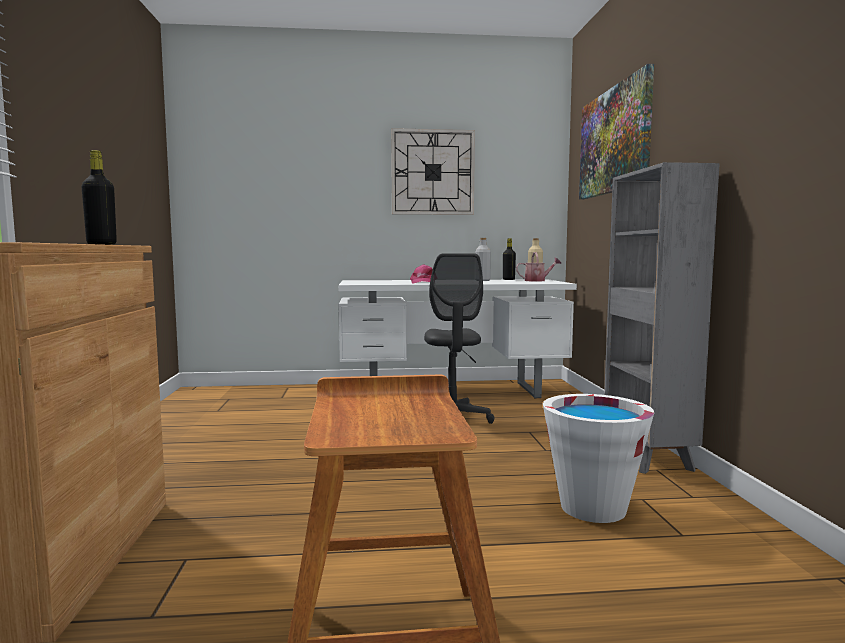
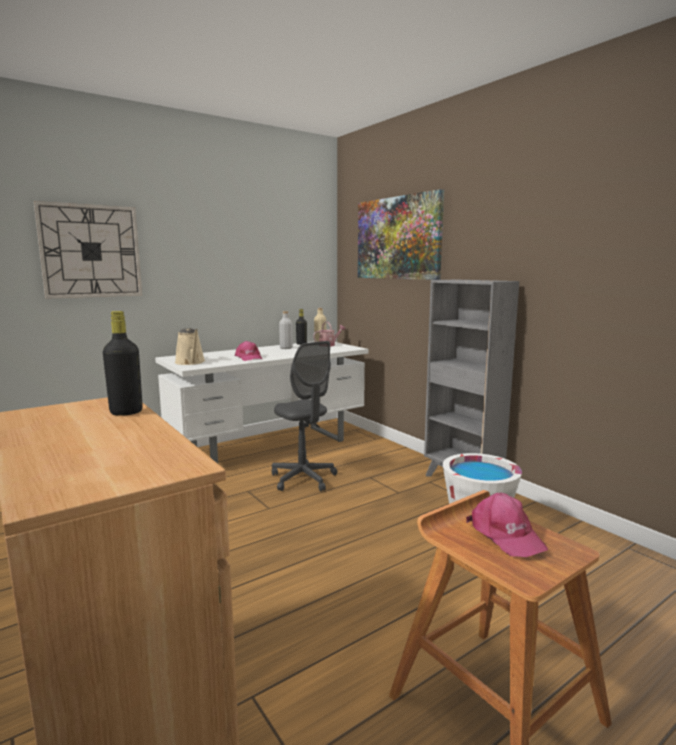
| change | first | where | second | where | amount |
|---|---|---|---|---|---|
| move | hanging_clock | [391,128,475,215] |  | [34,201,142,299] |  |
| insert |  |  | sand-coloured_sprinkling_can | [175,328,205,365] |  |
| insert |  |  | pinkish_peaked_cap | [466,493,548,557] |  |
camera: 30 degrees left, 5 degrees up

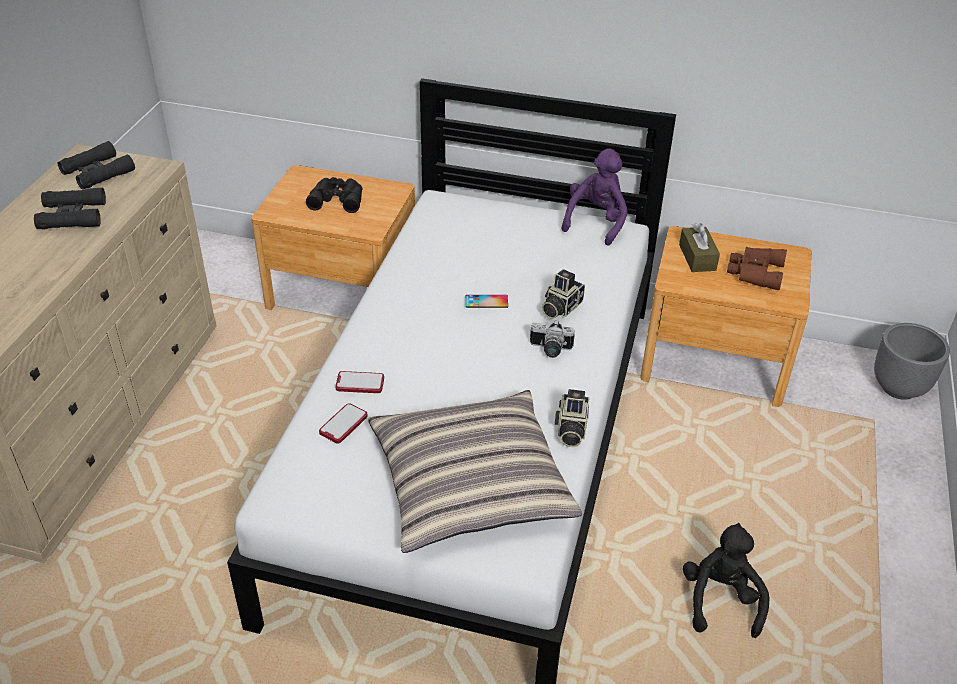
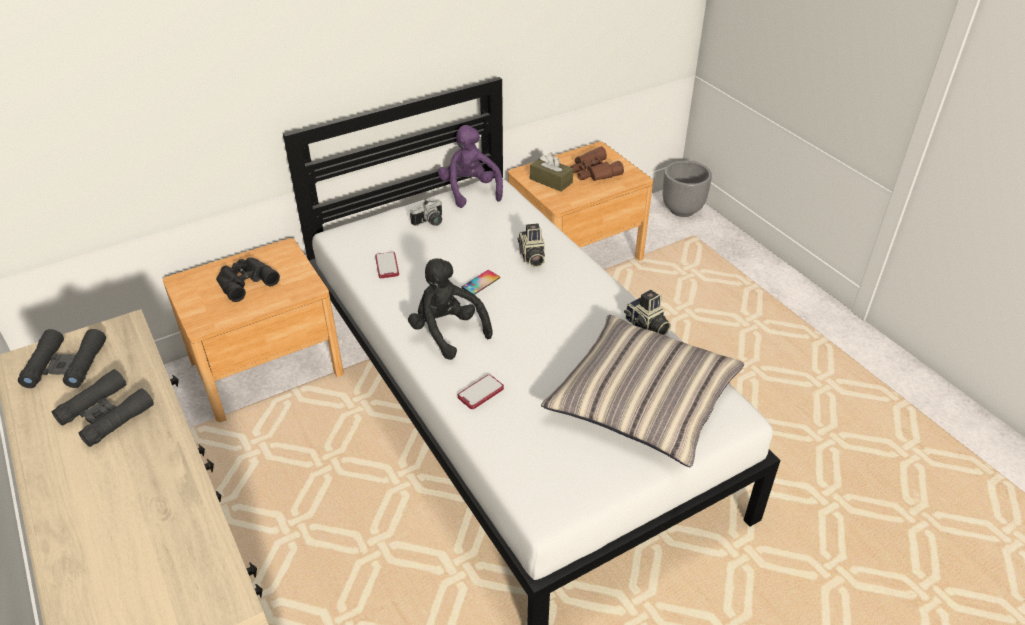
| change | first | where | second | where | amount |
|---|---|---|---|---|---|
| move | still_camera | [530,320,575,358] |  | [410,198,442,226] |  |
| move | phone | [319,403,368,443] |  | [375,252,399,278] |  |
| move | black_soft_toy | [683,523,769,638] |  | [408,258,493,360] |  |
camera: 45 degrees left, 0 degrees up

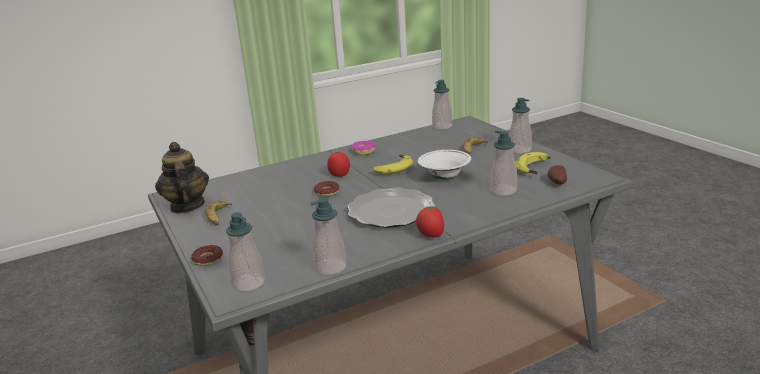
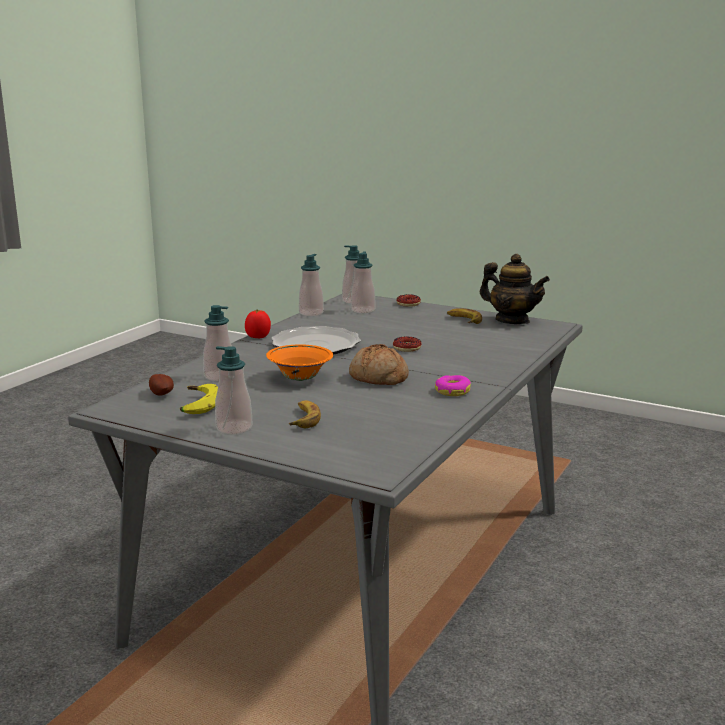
| change | first | where | second | where | amount |
|---|---|---|---|---|---|
| move | soap_dispenser | [432,80,453,130] |  | [351,251,375,313] |  |
| recolor | whitish_deep_dish | [418,150,471,180] | orange_deep_dish | [266,344,333,381] |  |
| delete | whole_tomato | [327,152,350,177] |  |  |  |
| replace | whole_banana | [372,154,413,175] | baked_bread | [349,344,409,385] |  |
camera: 145 degrees right, 5 degrees down

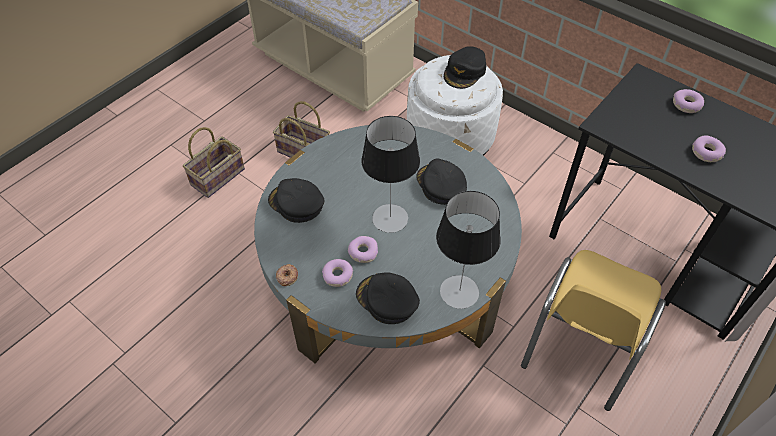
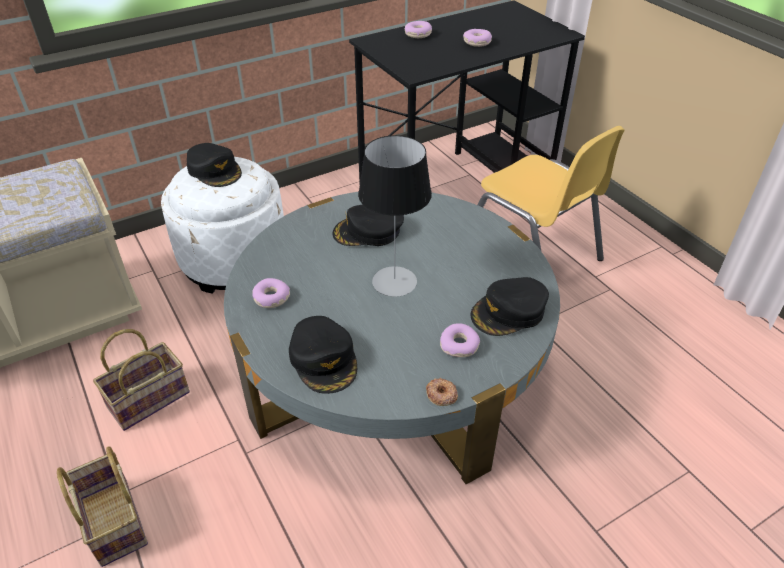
| change | first | where | second | where | amount |
|---|---|---|---|---|---|
| rotate | black_peaked_cap | [268,178,324,223] |  | [289,316,357,394] | 75 degrees counterclockwise |
| delete | table_lamp | [436,191,501,309] |  |  |  |
| move | donut | [348,236,378,263] |  | [253,278,290,308] |  |
camera: 70 degrees left, 10 degrees down

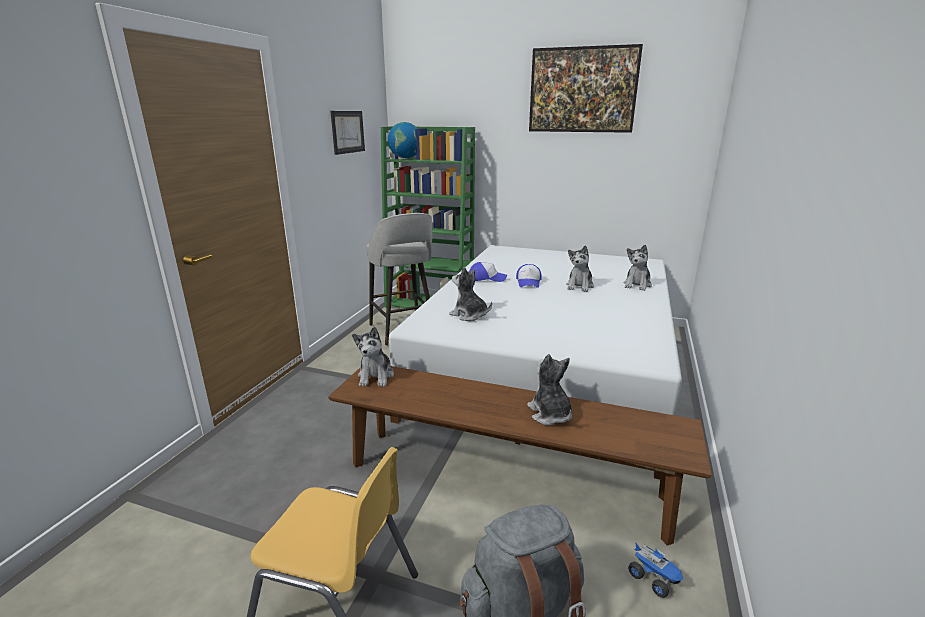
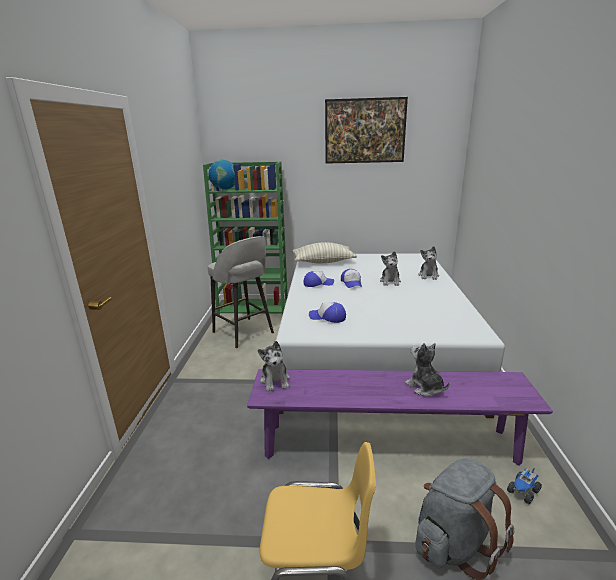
| change | first | where | second | where | amount |
|---|---|---|---|---|---|
| delete | picture | [330,111,365,155] |  |  |  |
| replace | soft_toy | [449,267,492,321] | peaked_cap | [309,302,346,323] |  |
| recolor | brown-coloured_bench | [328,366,712,546] | purplish_bench | [247,369,553,466] |  |
| rotate | toy_lorry | [628,542,683,598] |  | [507,467,542,504] | 105 degrees clockwise |
| insert |  |  | throw_pillow | [292,242,357,264] |  |
camera: 15 degrees left, 0 degrees up

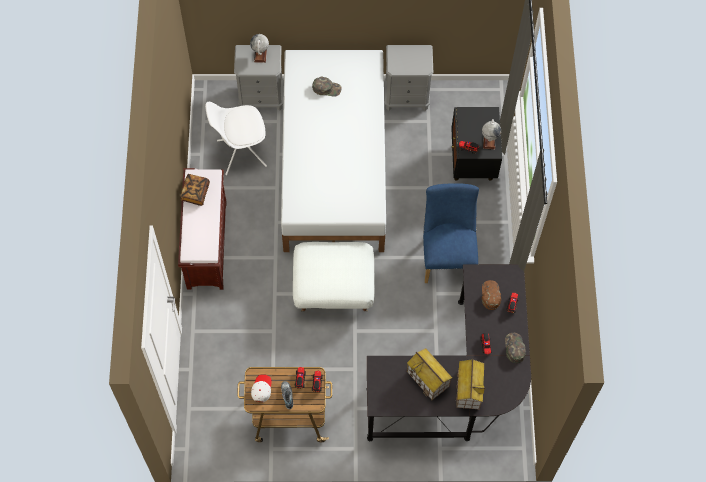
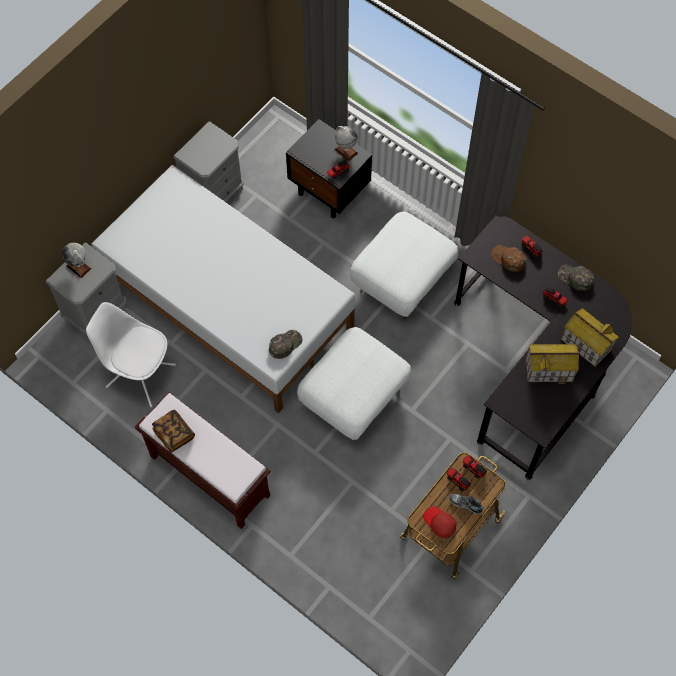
| change | first | where | second | where | amount |
|---|---|---|---|---|---|
| move | green-coloured_peaked_cap | [312,77,342,97] |  | [269,330,303,359] |  |
| rotate | whitish_upright_chair | [205,102,267,176] |  | [86,302,176,407] | 90 degrees clockwise |
| replace | blue-coloured_upright_chair | [423,183,479,283] | whitish_pouffe | [350,211,458,321] |  |
| recolor | whitish_peaked_cap | [251,374,271,402] | reddish_peaked_cap | [423,506,456,538] |  |
camera: 50 degrees left, 0 degrees up

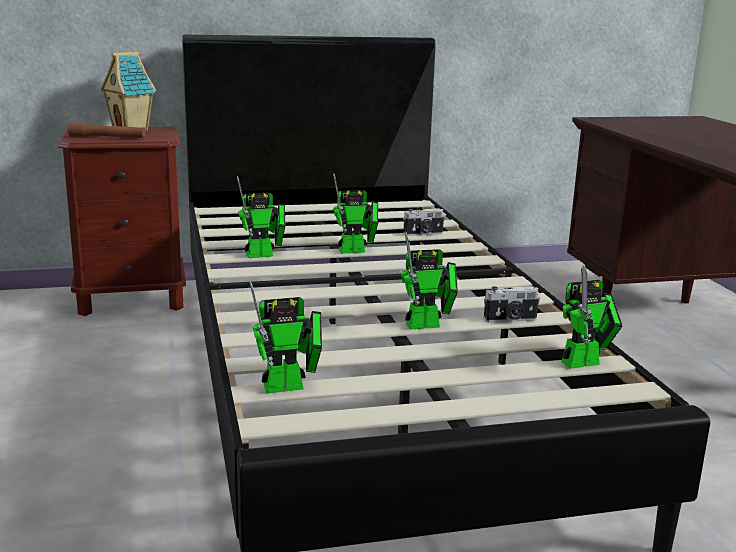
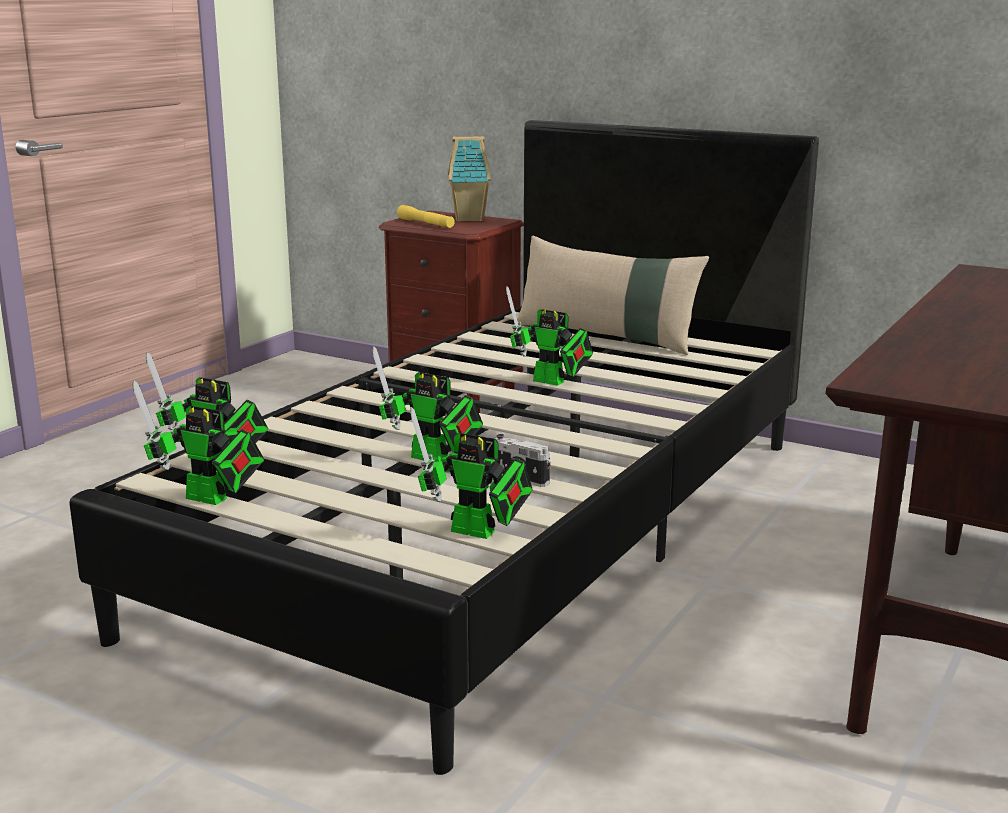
| change | first | where | second | where | amount |
|---|---|---|---|---|---|
| recolor | brown-coloured_hand_torch | [68,123,146,138] | yellow-coloured_hand_torch | [397,205,455,228] |  |
| move | toy_robot | [237,176,285,258] |  | [133,380,264,505] |  |
| delete | still_camera | [403,208,445,236] |  |  |  |
| insert |  |  | sand-coloured_throw_pillow | [517,236,709,355] |  |
camera: 45 degrees right, 0 degrees up

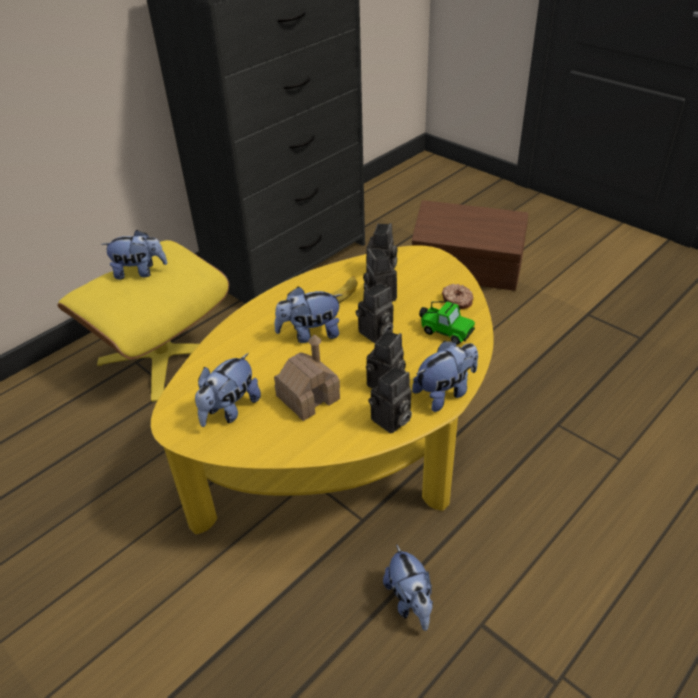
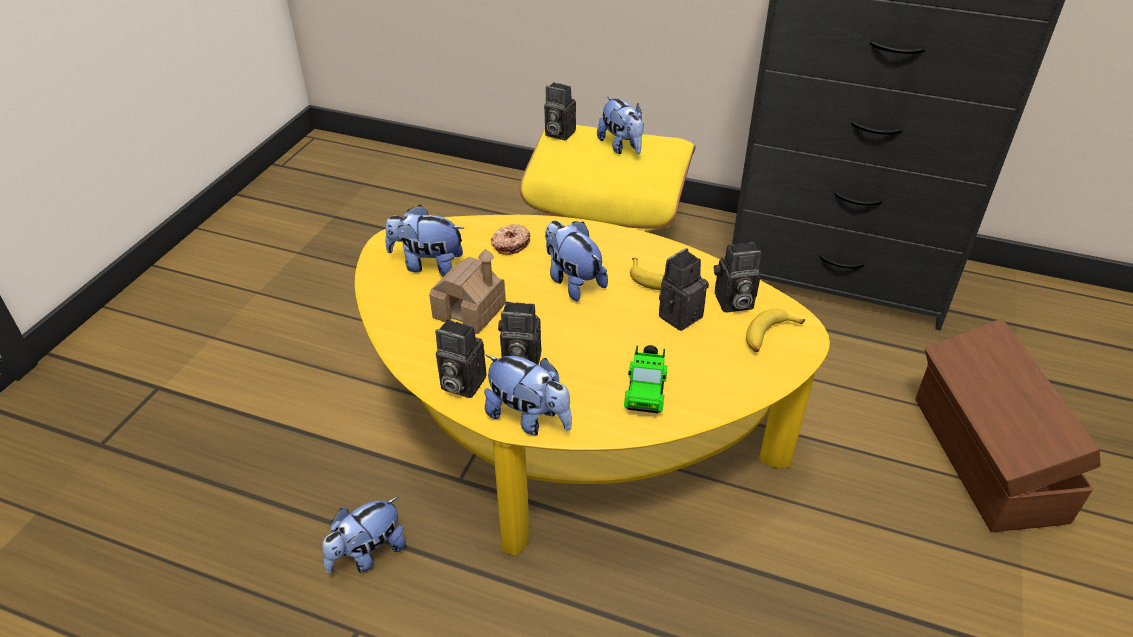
| change | first | where | second | where | amount |
|---|---|---|---|---|---|
| move | still_camera | [356,283,393,343] |  | [544,82,576,140] |  |
| move | donut | [442,284,473,309] |  | [491,224,531,255] |  |
| insert |  |  | whole_banana | [746,308,805,352] |  |
camera: 65 degrees right, 0 degrees up

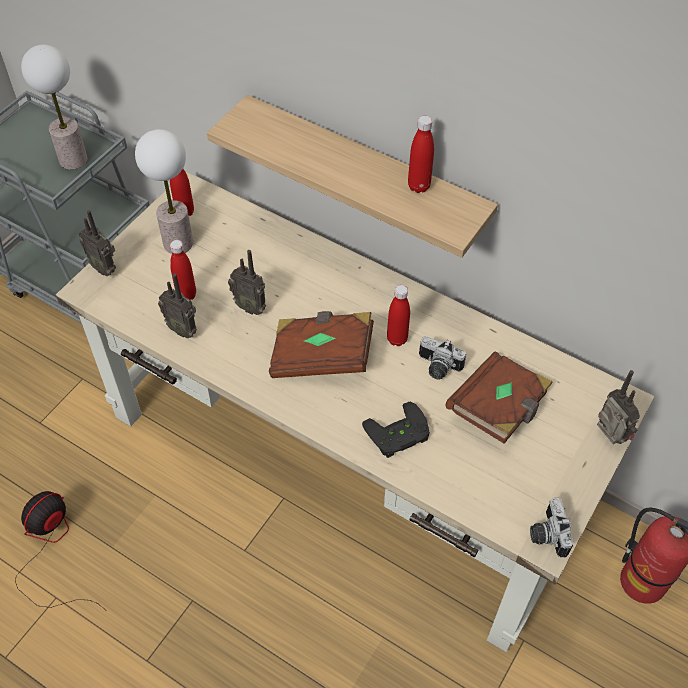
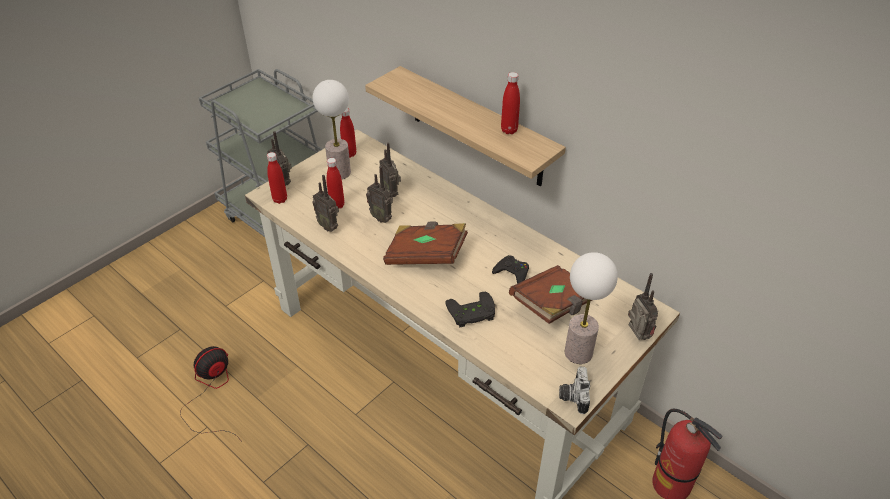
| change | first | where | second | where | amount |
|---|---|---|---|---|---|
| move | table_lamp | [21,45,87,170] |  | [565,252,618,364] |  |
| move | reddish_drink_bottle | [387,285,410,346] |  | [267,152,287,204] |  |
| replace | still_camera | [419,336,466,380] | black_joypad | [492,255,529,284] |  |
| insert |  |  | radio | [380,142,401,198] |  |
camera: 10 degrees right, 10 degrees down

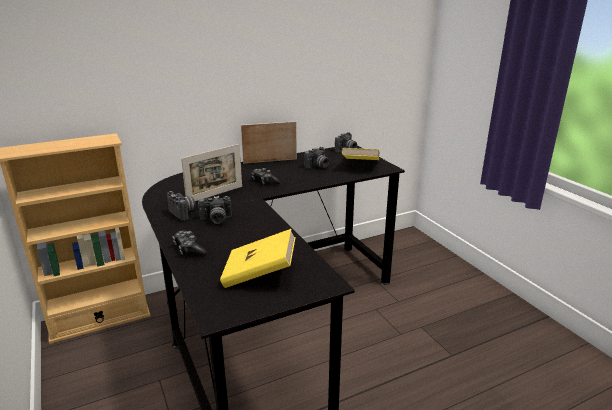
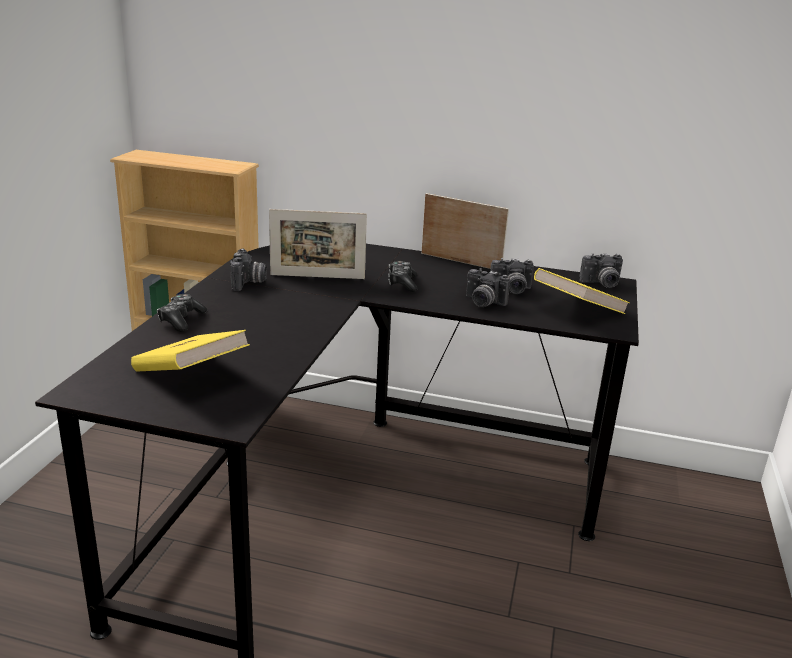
| change | first | where | second | where | amount |
|---|---|---|---|---|---|
| move | still_camera | [198,196,232,224] |  | [466,268,510,307] |  |
camera: 40 degrees right, 0 degrees up

